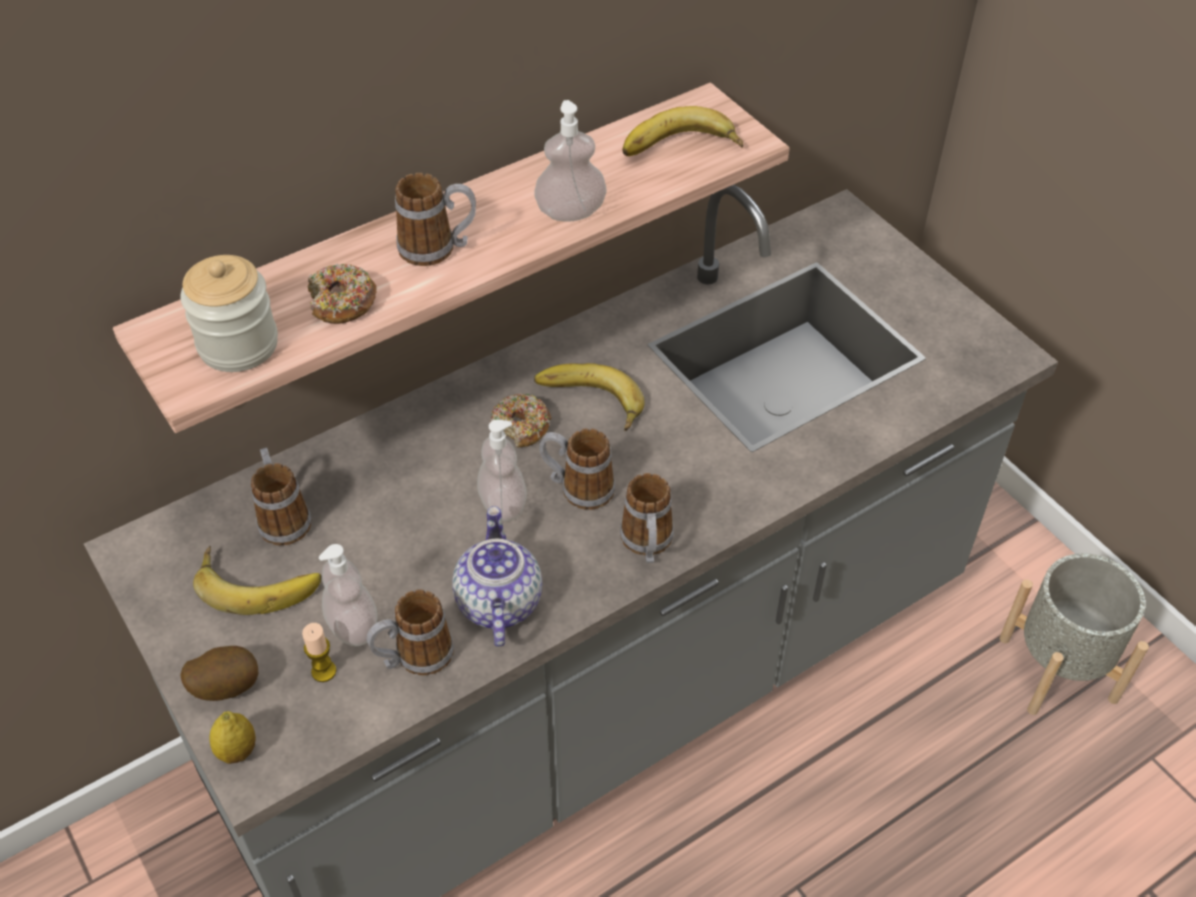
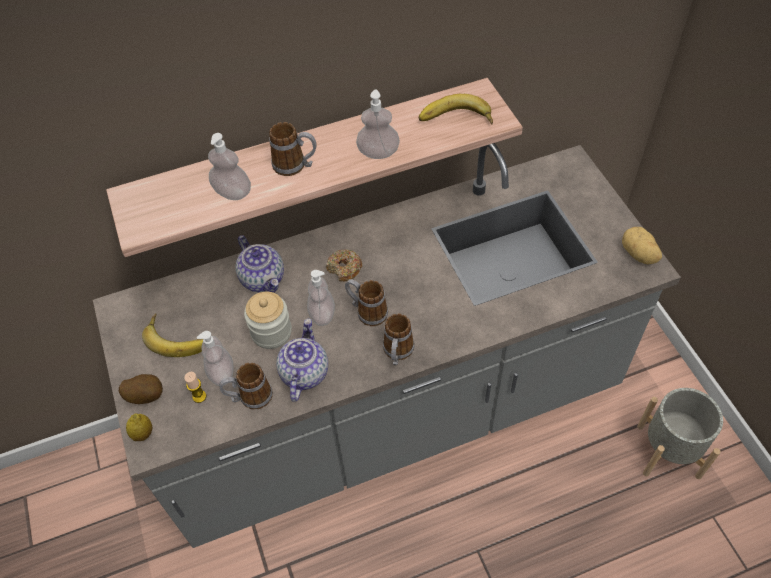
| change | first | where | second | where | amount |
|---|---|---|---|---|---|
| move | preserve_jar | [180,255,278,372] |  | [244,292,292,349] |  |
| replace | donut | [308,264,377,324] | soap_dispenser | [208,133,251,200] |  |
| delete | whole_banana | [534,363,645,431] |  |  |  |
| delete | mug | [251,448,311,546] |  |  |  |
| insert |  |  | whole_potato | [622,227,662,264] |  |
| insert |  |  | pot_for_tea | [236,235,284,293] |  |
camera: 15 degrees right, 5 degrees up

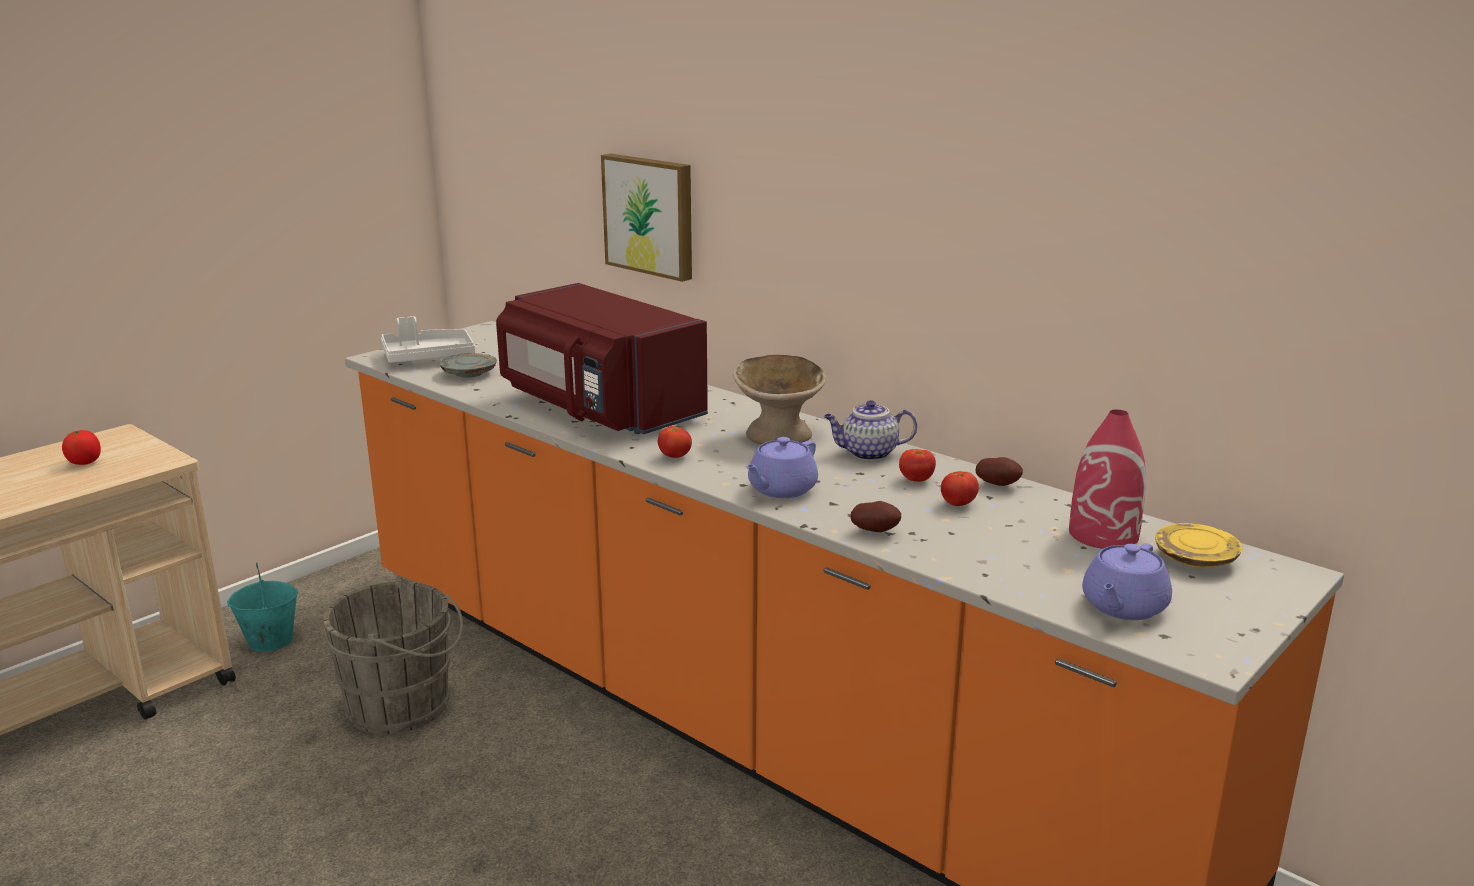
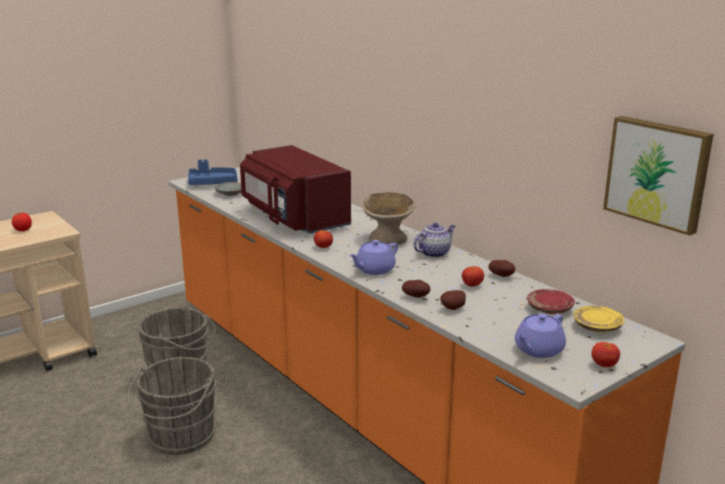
| change | first | where | second | where | amount |
|---|---|---|---|---|---|
| move | picture | [601,154,692,282] |  | [603,116,714,236] |  |
| recolor | whitish_carrying_tray | [381,316,475,363] | blue-coloured_carrying_tray | [188,159,238,185] |  |
| rotate | pot_for_tea | [824,400,917,461] |  | [413,223,455,258] | 135 degrees clockwise |
| replace | reddish_flower_vase | [1069,410,1146,549] | reddish_plate | [527,289,575,314] |  |
| move | whole_tomato | [899,449,936,482] |  | [592,342,620,367] |  |
| delete | blue-green_water_bucket | [227,563,298,652] |  |  |  |
| insert |  |  | whole_potato | [440,290,466,310] |  |
| insert |  |  | greyish_water_bucket | [127,357,217,455] |  |
camera: 10 degrees right, 0 degrees up

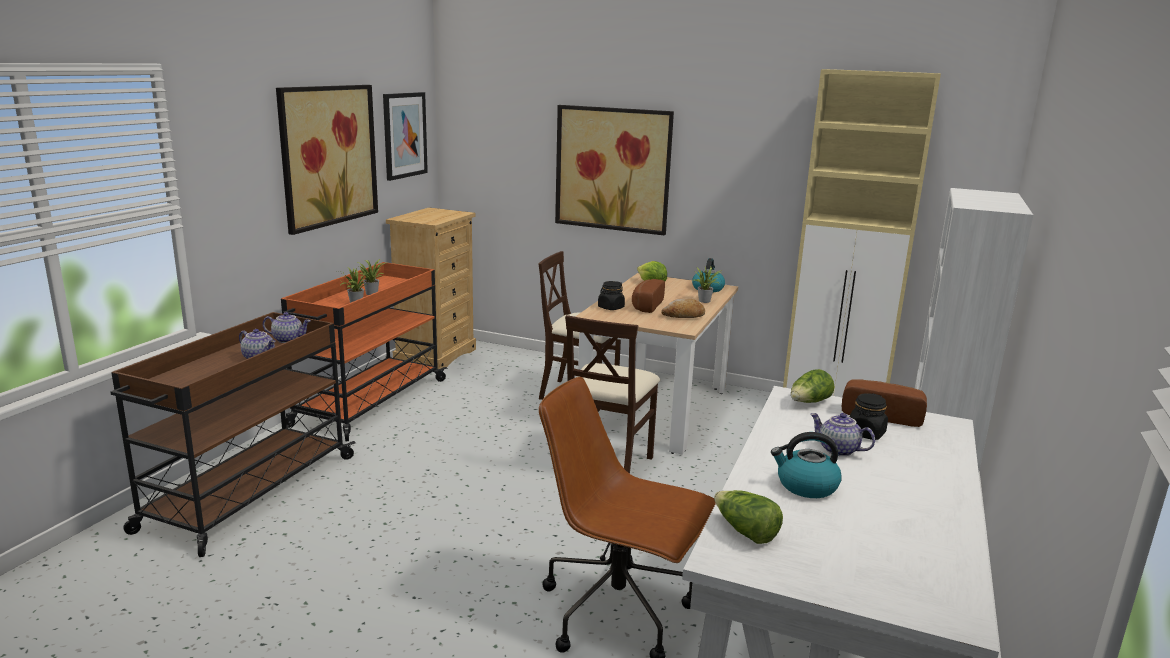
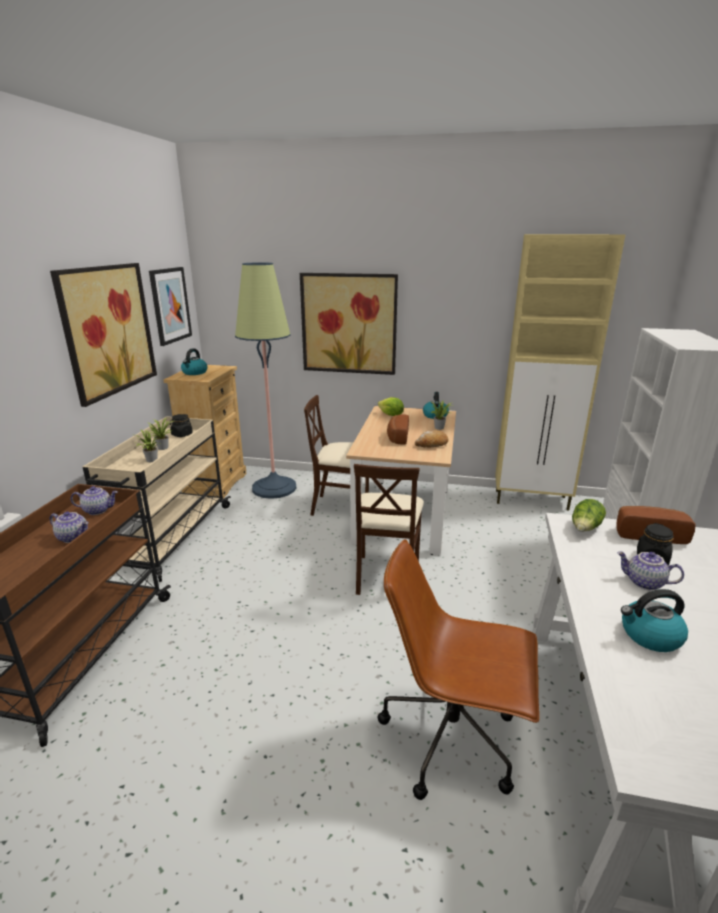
| change | first | where | second | where | amount |
|---|---|---|---|---|---|
| recolor | orange_trolley | [281,262,448,441] | sand-coloured_trolley | [83,416,231,582] |  |
| move | black_preserve_jar | [598,281,625,310] |  | [170,414,193,437] |  |
| delete | lettuce_head | [714,490,783,544] |  |  |  |
| insert |  |  | floor_lamp | [235,262,296,499] |  |
| insert |  |  | water_kettle | [181,349,207,375] |  |
camera: 10 degrees left, 5 degrees up

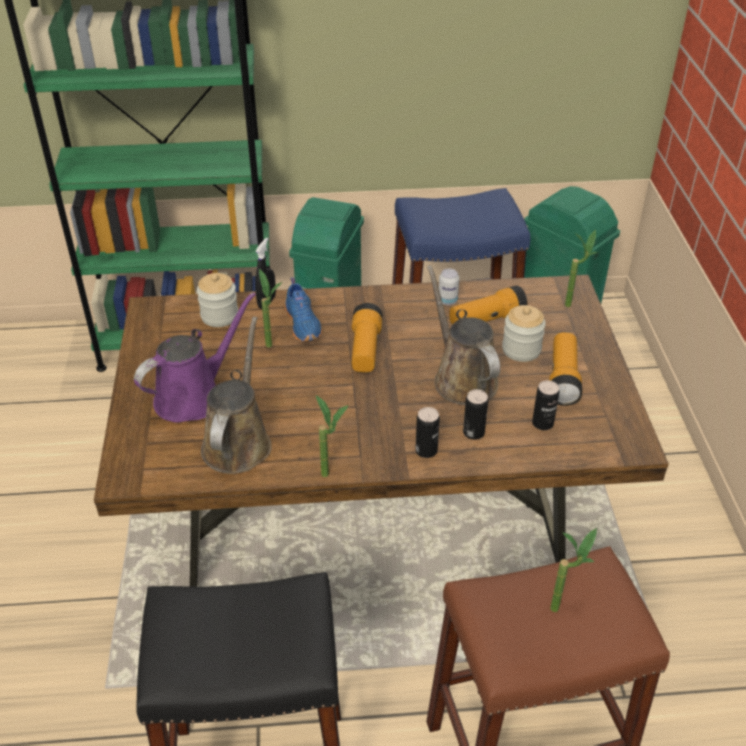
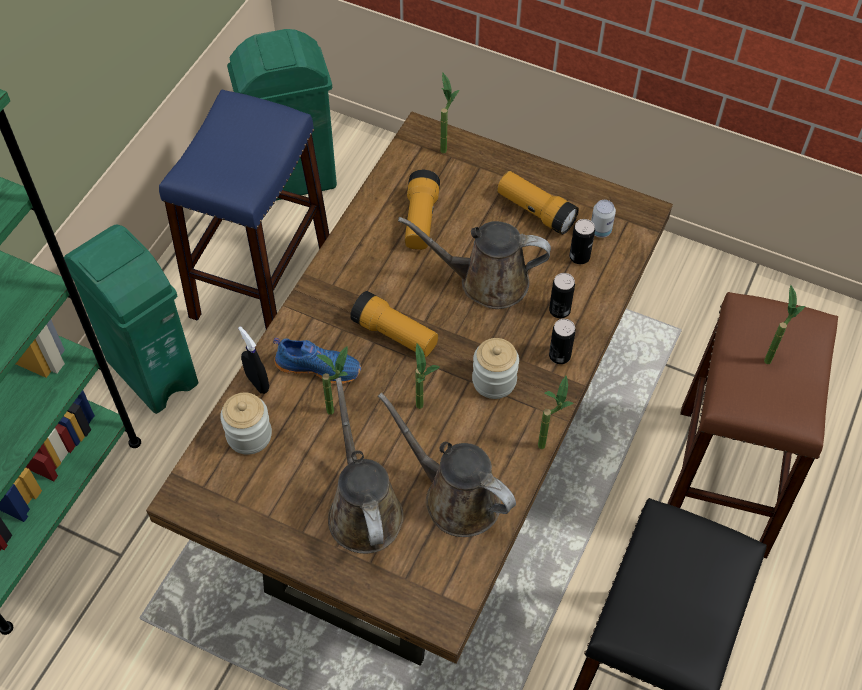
| change | first | where | second | where | amount |
|---|---|---|---|---|---|
| move | metal_can | [439,269,459,305] |  | [591,200,616,238] |  |
| recolor | purplish_sprinkling_can | [134,292,256,423] | brown-coloured_sprinkling_can | [328,378,404,554] |  |
| move | preserve_jar | [502,305,546,362] |  | [472,338,519,399] |  |
| insert |  |  | potted_plant | [415,343,440,409] |  |
camera: 60 degrees left, 15 degrees up

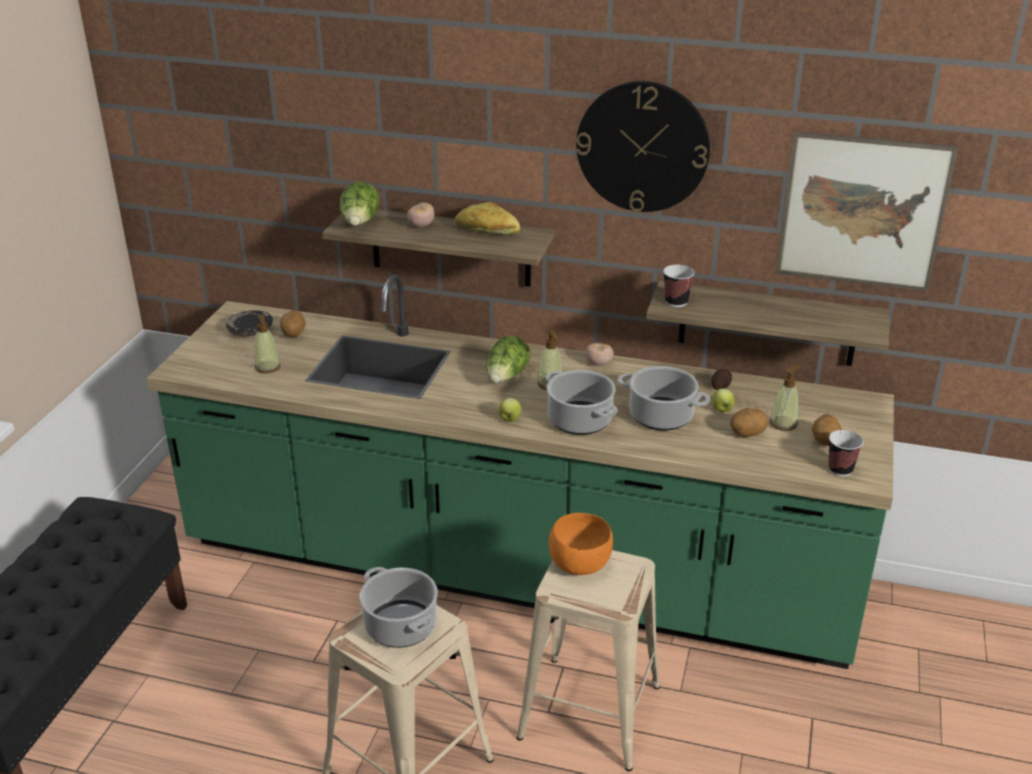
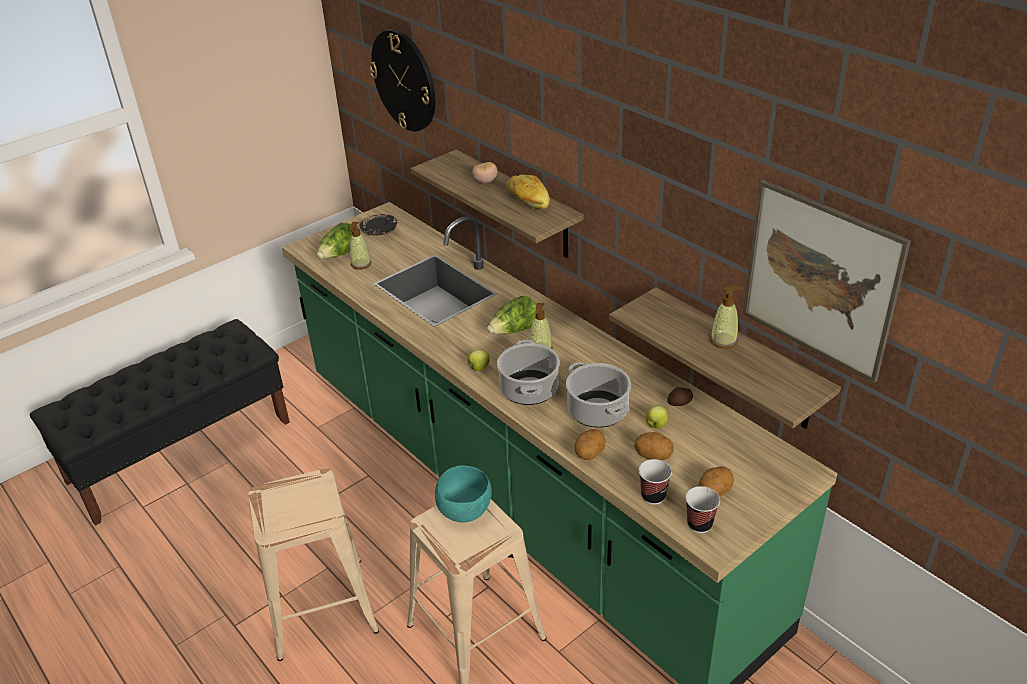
| change | first | where | second | where | amount |
|---|---|---|---|---|---|
| move | hanging_clock | [576,81,710,212] |  | [369,29,435,131] |  |
| move | lettuce_head | [339,182,379,226] |  | [317,223,354,259] |  |
| move | cup | [663,265,695,307] |  | [639,459,672,505] |  |
| move | whole_potato | [280,311,305,337] |  | [575,429,606,460] |  |
| delete | whole_tomato | [585,343,614,366] |  |  |  |
| move | soap_dispenser | [770,365,801,431] |  | [710,286,744,348] |  |
| recolor | orange_deep_dish | [549,513,613,575] | blue-green_deep_dish | [435,465,492,522] |  |
| delete | stockpot | [359,567,438,648] |  |  |  |
camera: 35 degrees right, 5 degrees up

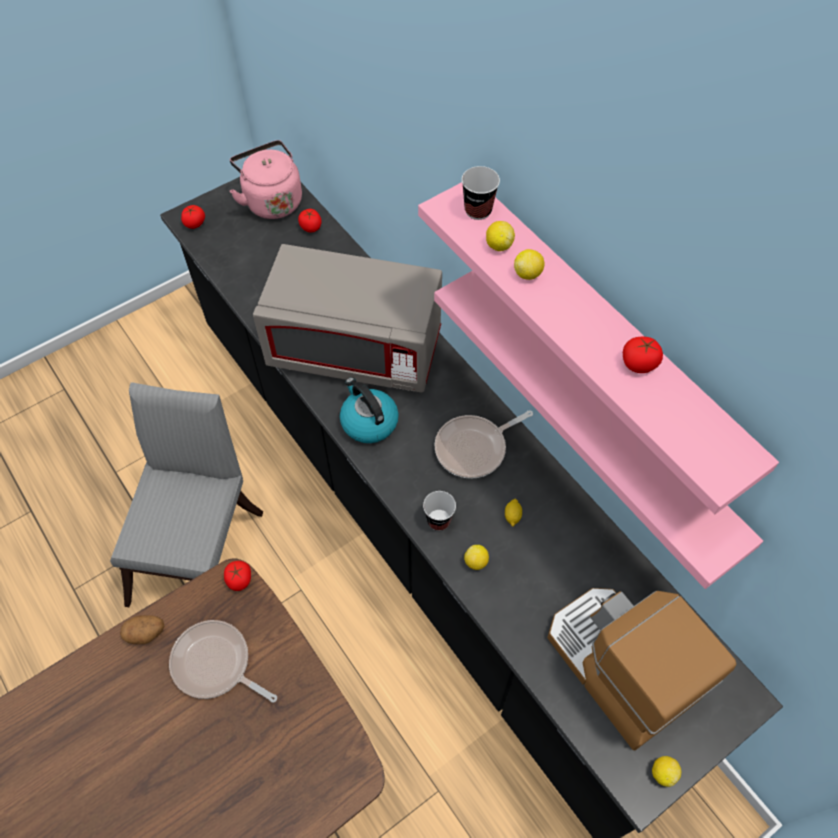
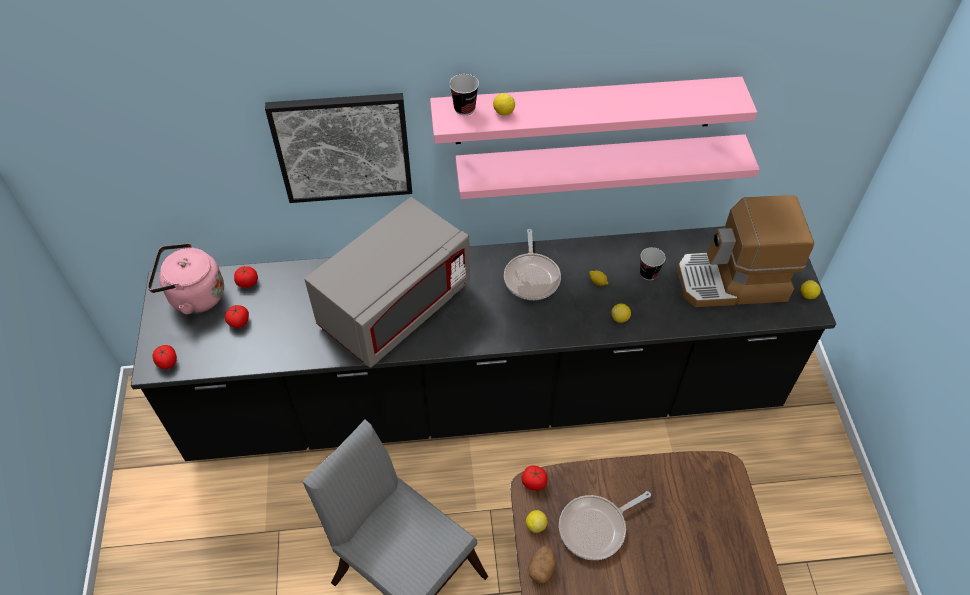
| change | first | where | second | where | amount |
|---|---|---|---|---|---|
| move | whole_lemon | [514,249,545,280] |  | [526,510,547,533] |  |
| move | whole_tomato | [623,337,663,373] |  | [225,305,249,328] |  |
| delete | water_kettle | [340,377,399,443] |  |  |  |
| move | cup | [423,491,456,531] |  | [640,247,665,280] |  |
| insert |  |  | picture | [265,93,412,203] |  |
camera: 60 degrees left, 5 degrees down

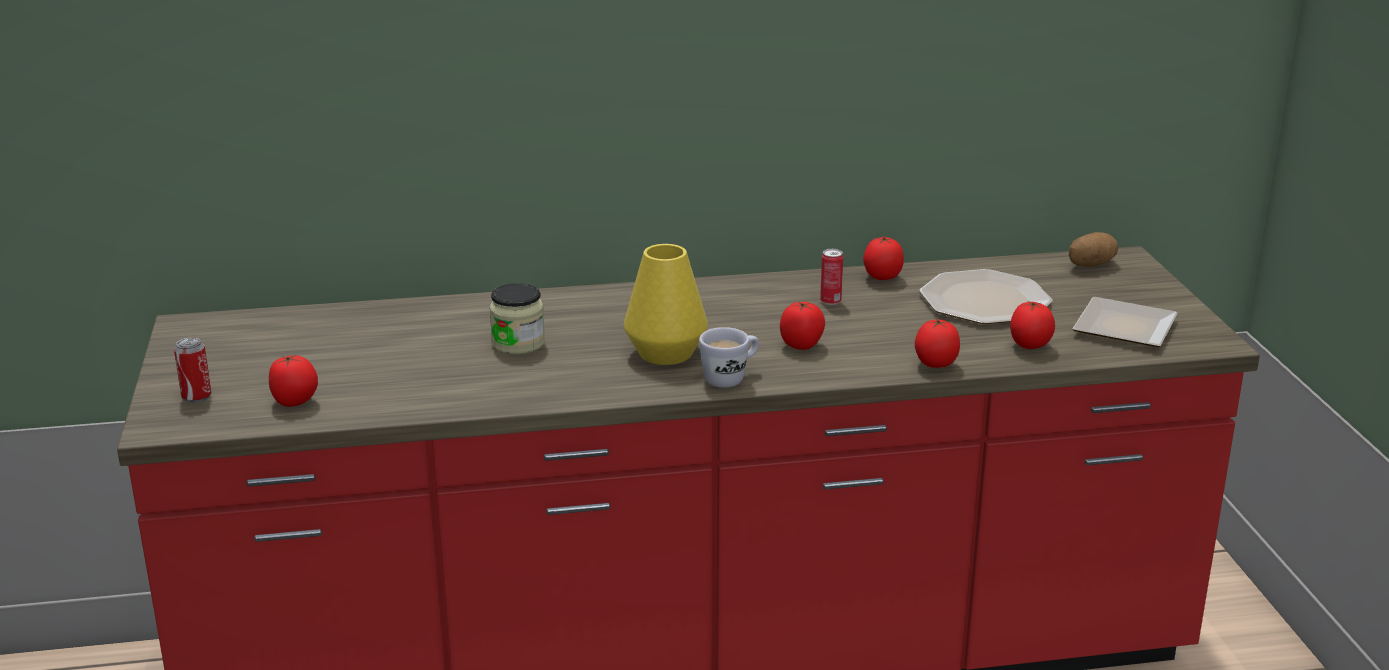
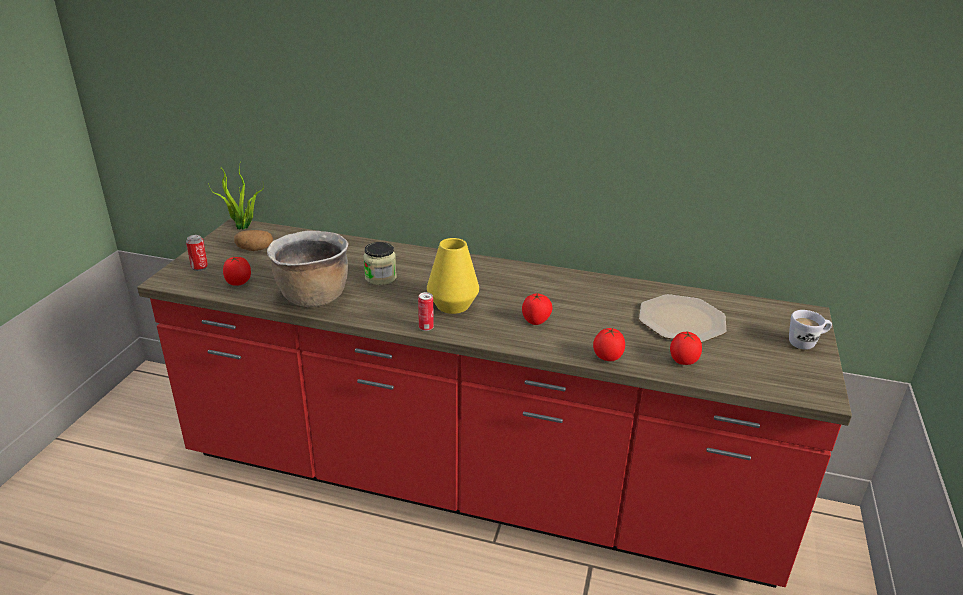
| change | first | where | second | where | amount |
|---|---|---|---|---|---|
| move | whole_potato | [1069,232,1118,267] |  | [234,230,273,251] |  |
| delete | whole_tomato | [863,236,904,280] |  |  |  |
| move | metal_can | [820,249,843,305] |  | [418,292,434,331] |  |
| delete | plate | [1072,297,1178,347] |  |  |  |
| move | whitish_mug | [699,327,759,388] |  | [789,310,832,350] |  |
| insert |  |  | potted_plant | [208,161,264,229] |  |
| insert |  |  | brown-coloured_stockpot | [267,231,349,307] |  |
camera: 25 degrees right, 5 degrees up

